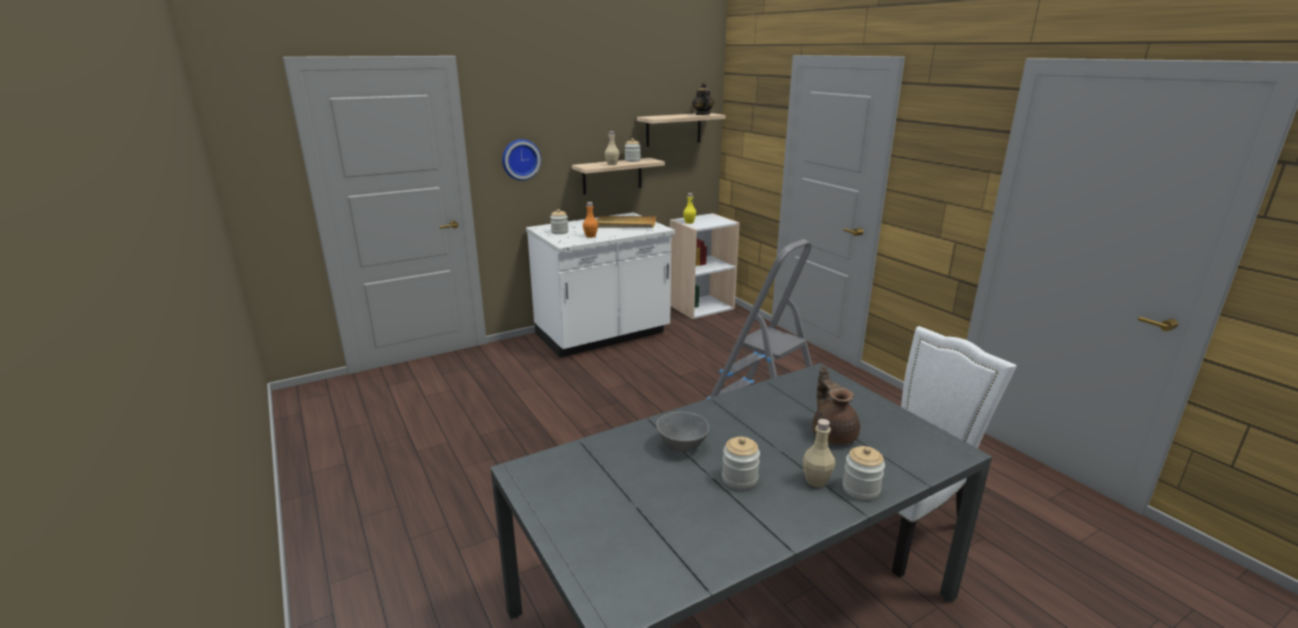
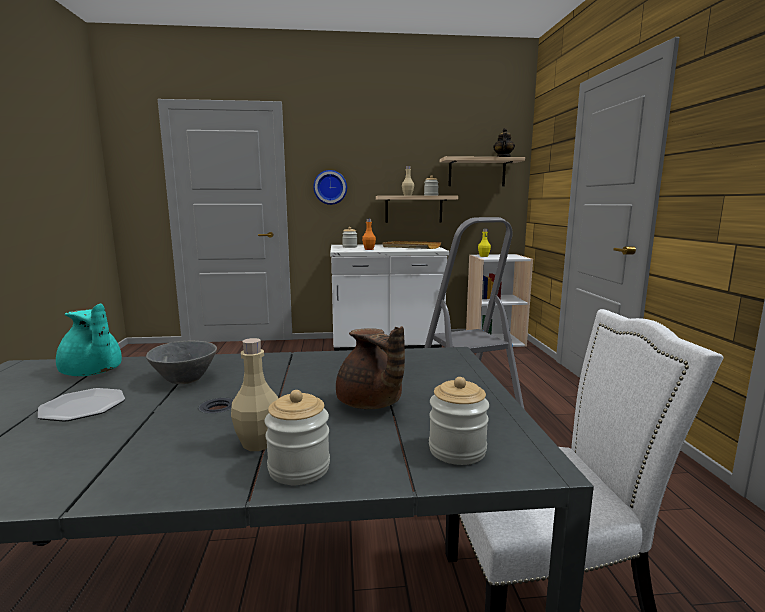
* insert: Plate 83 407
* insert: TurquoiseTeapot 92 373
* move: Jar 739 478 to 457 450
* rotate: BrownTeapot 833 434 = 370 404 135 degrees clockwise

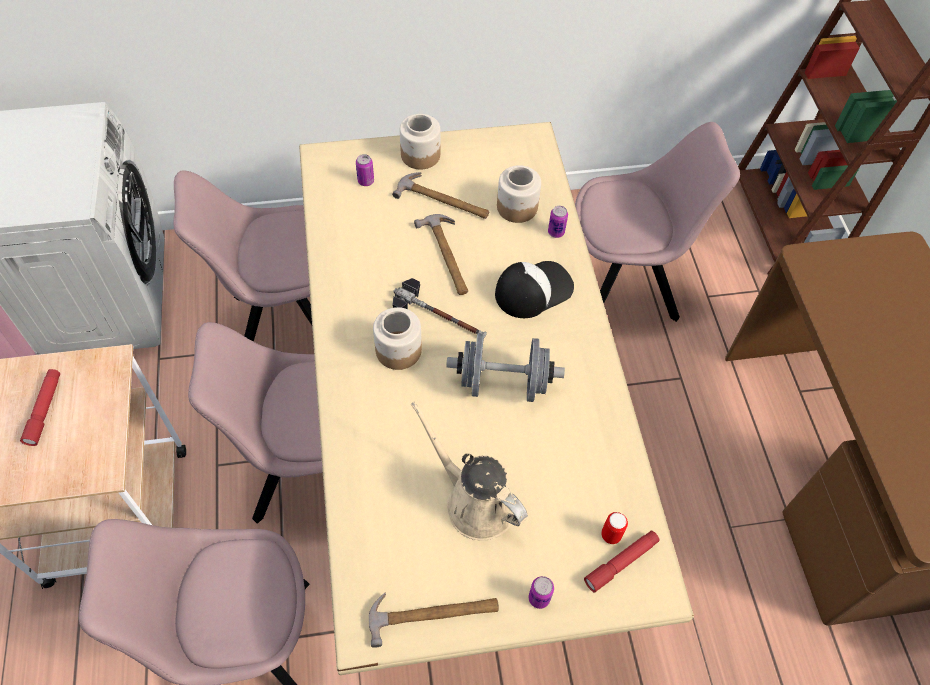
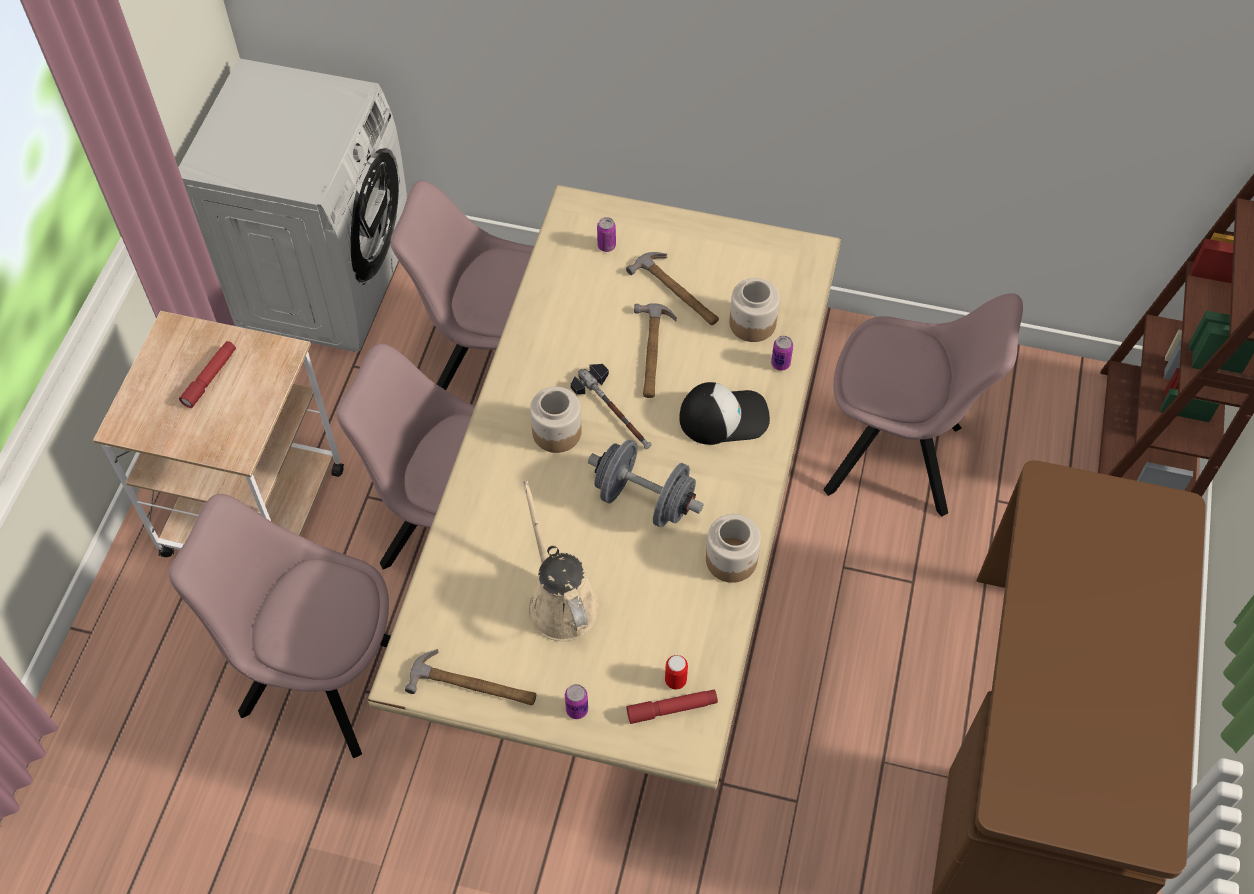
* move: Jar 421 155 to 732 560

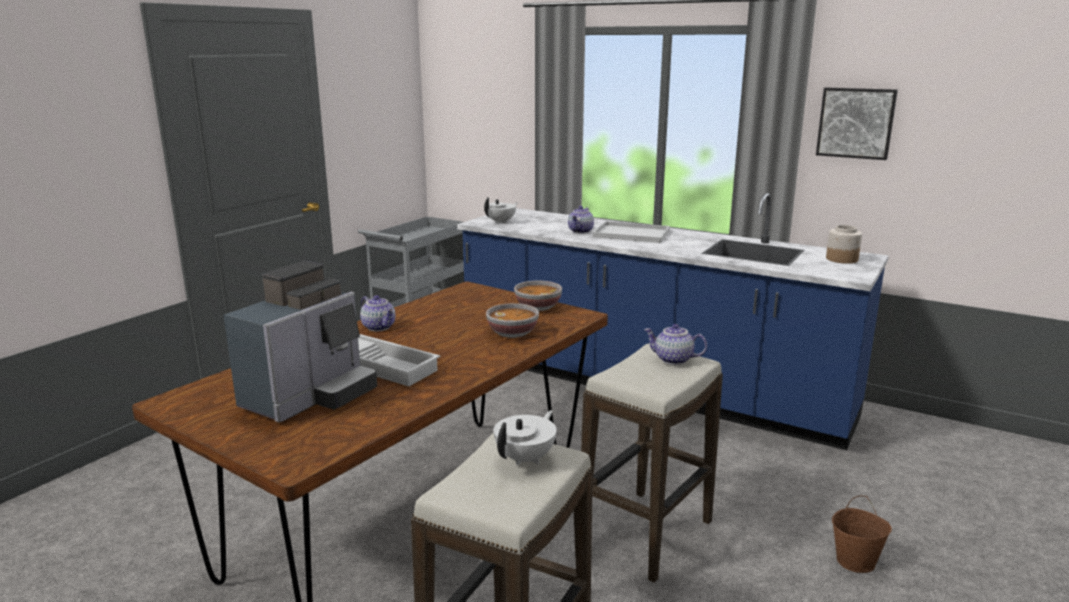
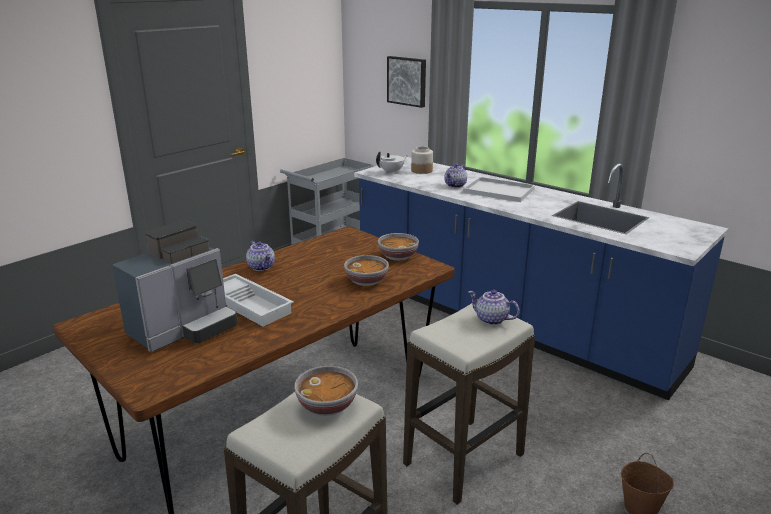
* move: Picture 856 123 to 407 81
* move: Jar 841 259 to 421 170
* replace: WhiteTeapot 526 458 to Bowl 328 405

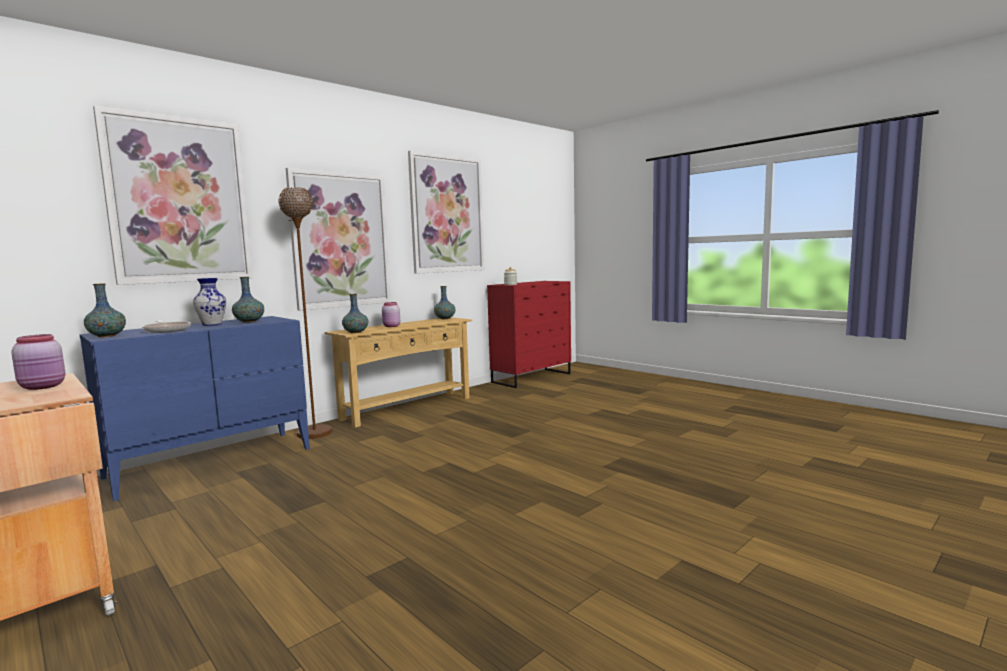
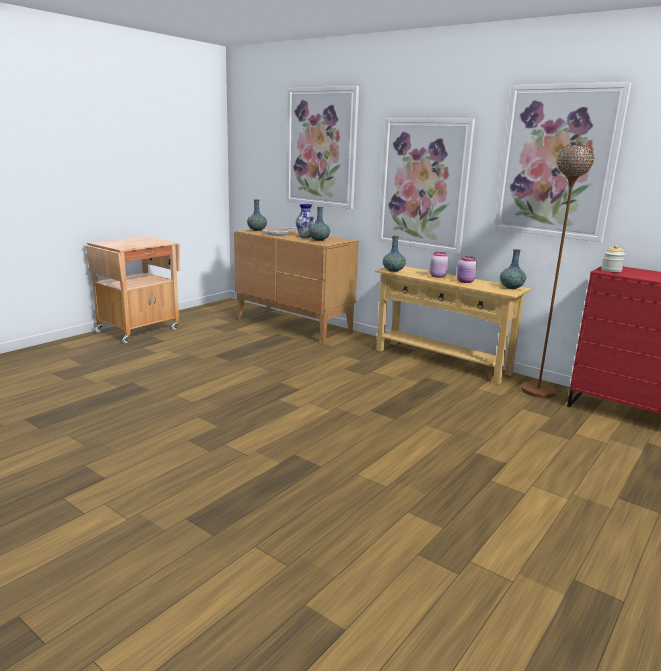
* move: PinkJar 43 387 to 465 281
* move: BrownFloorLamp 314 433 to 537 391
* recolor: BlueCabinet 212 462 to BrownCabinet 293 325

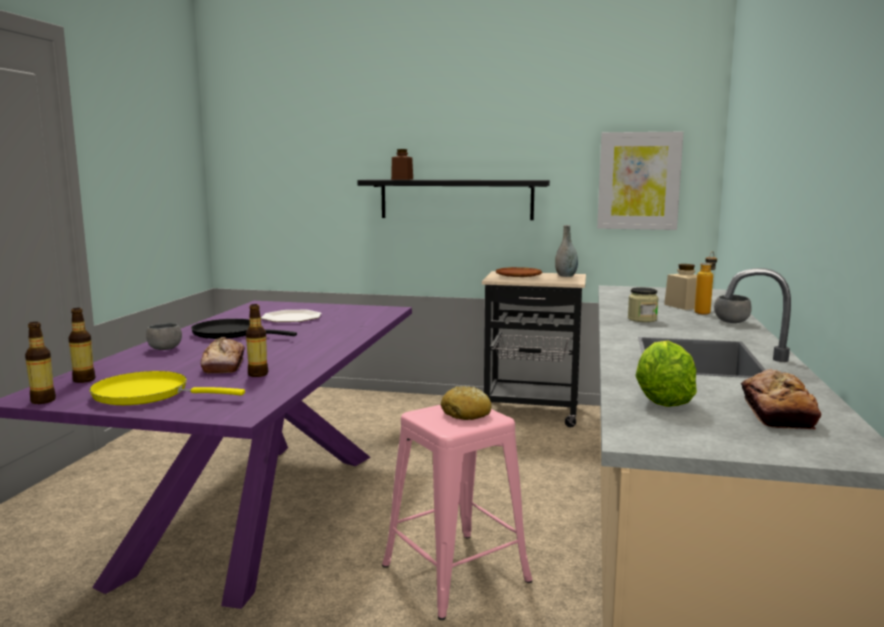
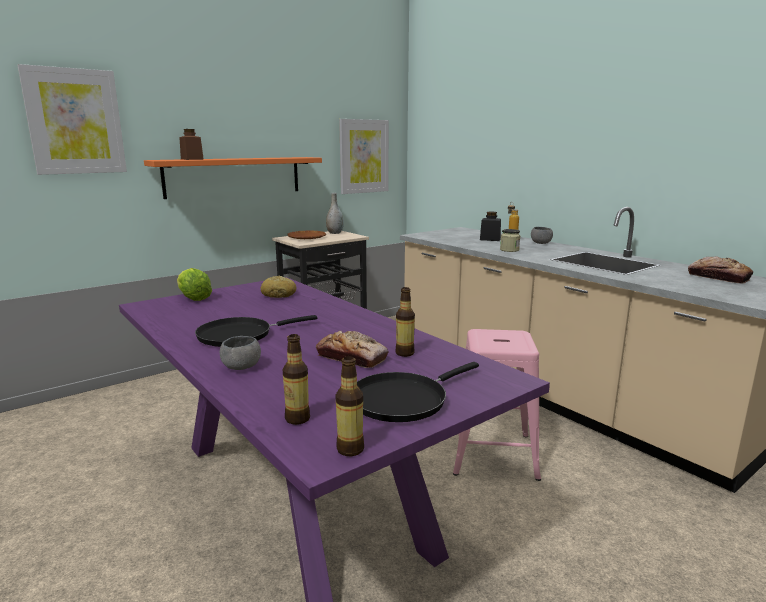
* delete: Plate 292 318
* insert: Picture 75 122
* move: Bread 466 414 to 279 295
* move: Lettuce 662 399 to 193 298
* recolor: YellowFryingPan 147 394 to BlackFryingPan 403 400
* recolor: BlackShelf 456 199 to OrangeShelf 234 176
* recolor: BeigeJar 683 306 to BlackJar 490 239

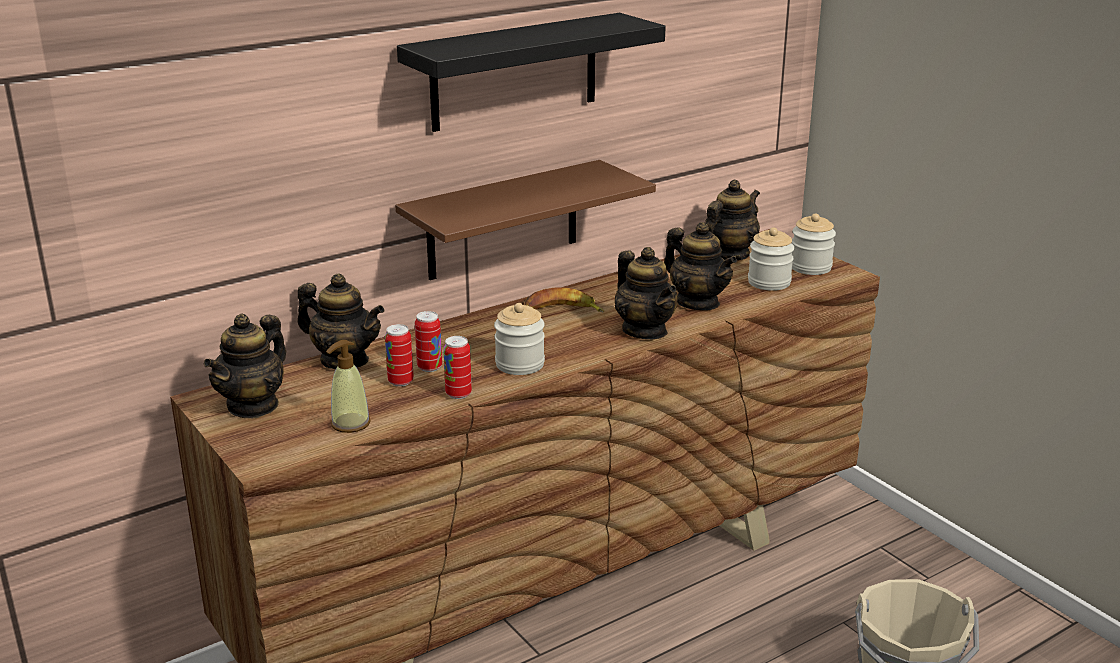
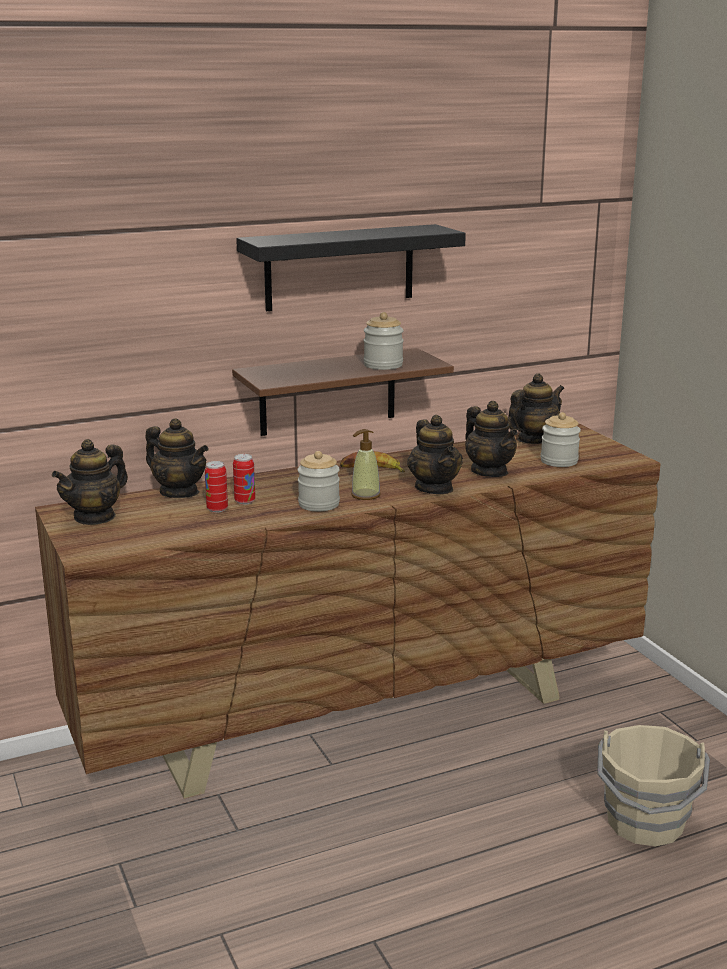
* delete: Can 458 394
* move: SoapDispenser 350 424 to 365 495
* move: Jar 810 267 to 383 365

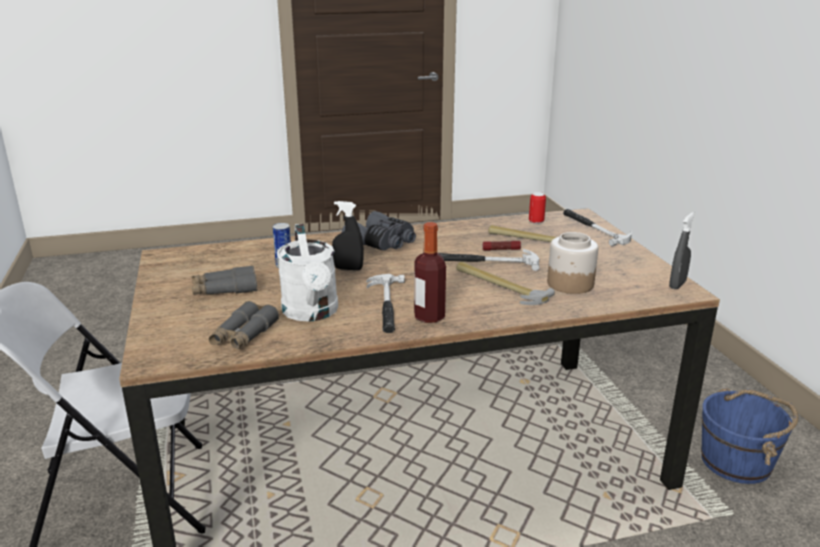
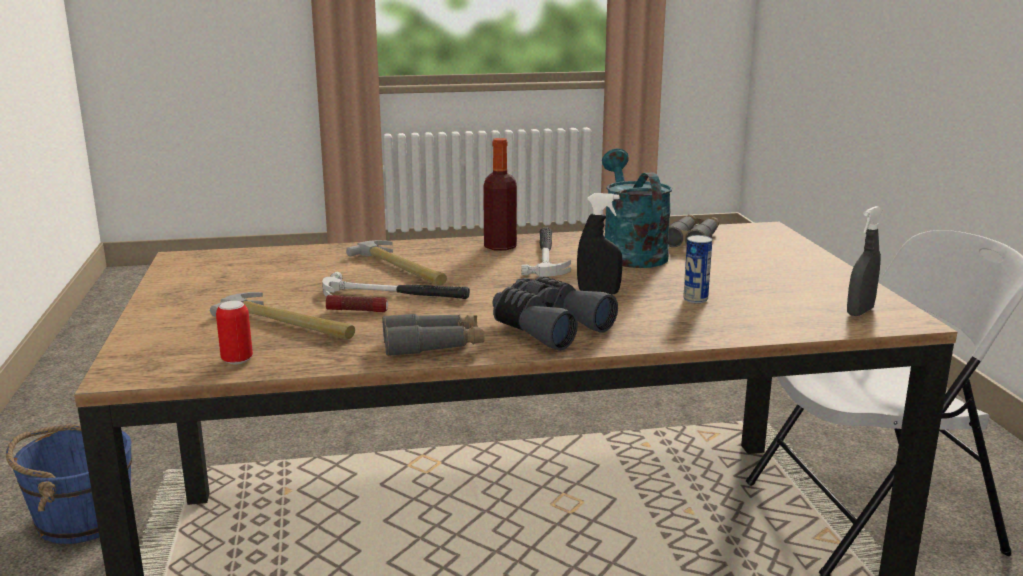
* delete: Jar 569 284
* delete: Hammer 594 229
* move: GreyBinoculars 225 289 to 433 345
* move: GreySprayBottle 677 285 to 860 312
* recolor: WhiteWateringCan 312 313 to TurquoiseWateringCan 630 252

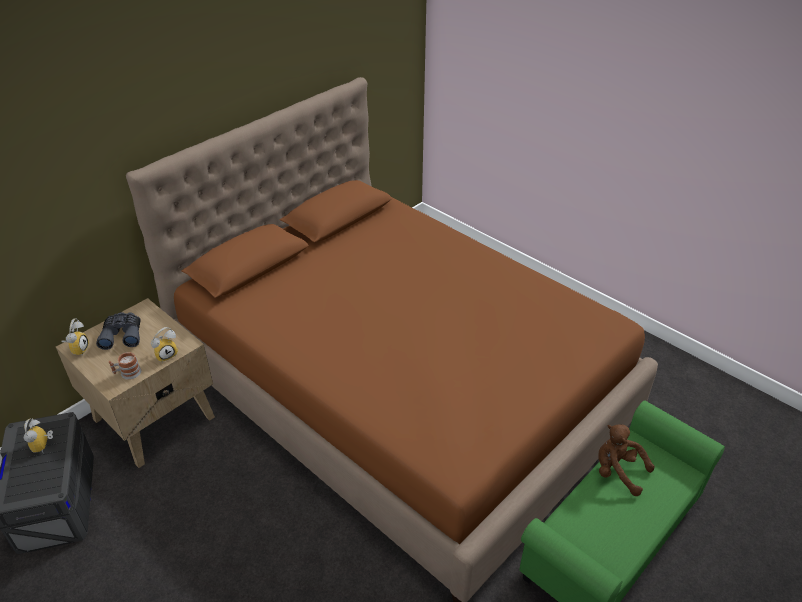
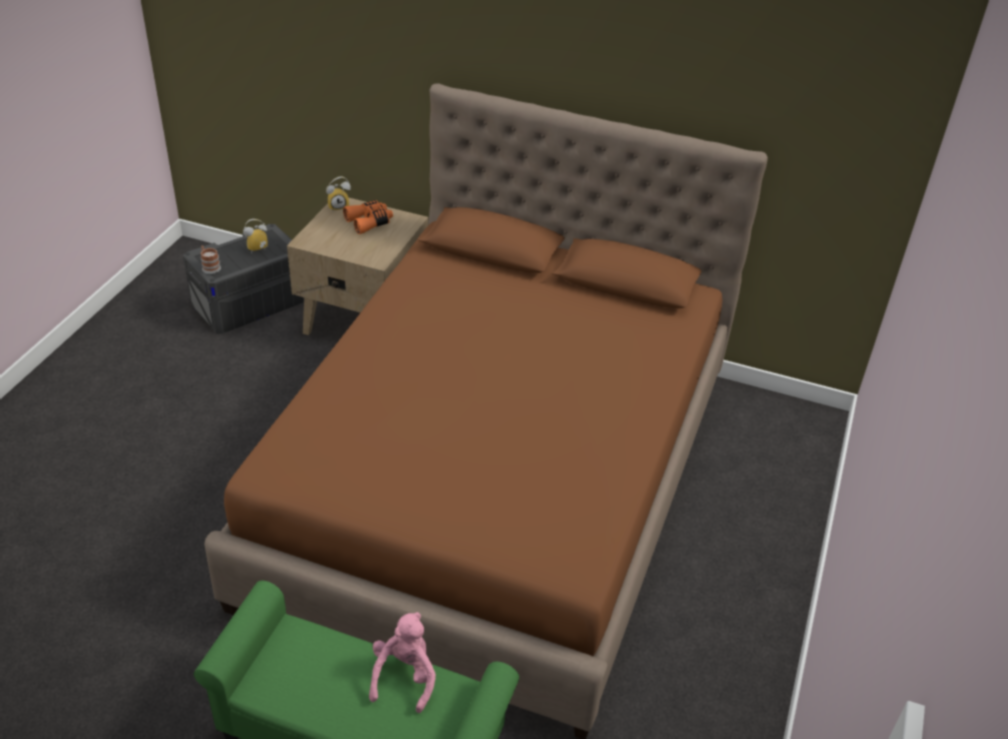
* delete: AlarmClock 166 354
* move: Mug 127 373 to 210 267
* recolor: GreyBinoculars 122 335 to OrangeBinoculars 369 222
* recolor: BrownPlushToy 617 471 to PinkPlushToy 404 677

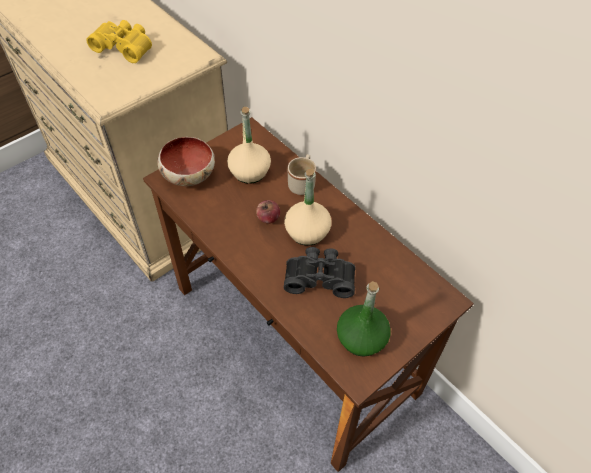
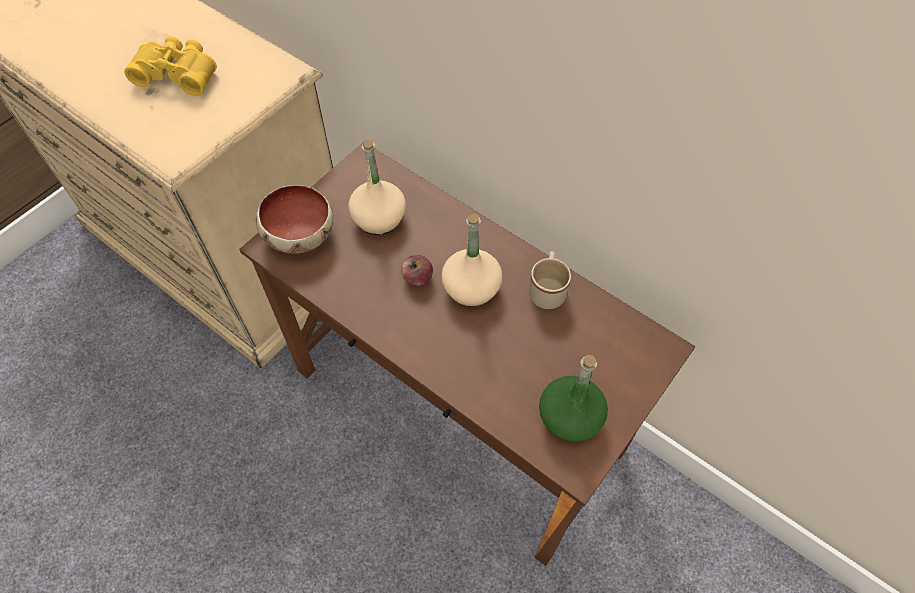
* delete: BlackBinoculars 319 277
* move: BeigeMug 302 183 to 547 290

